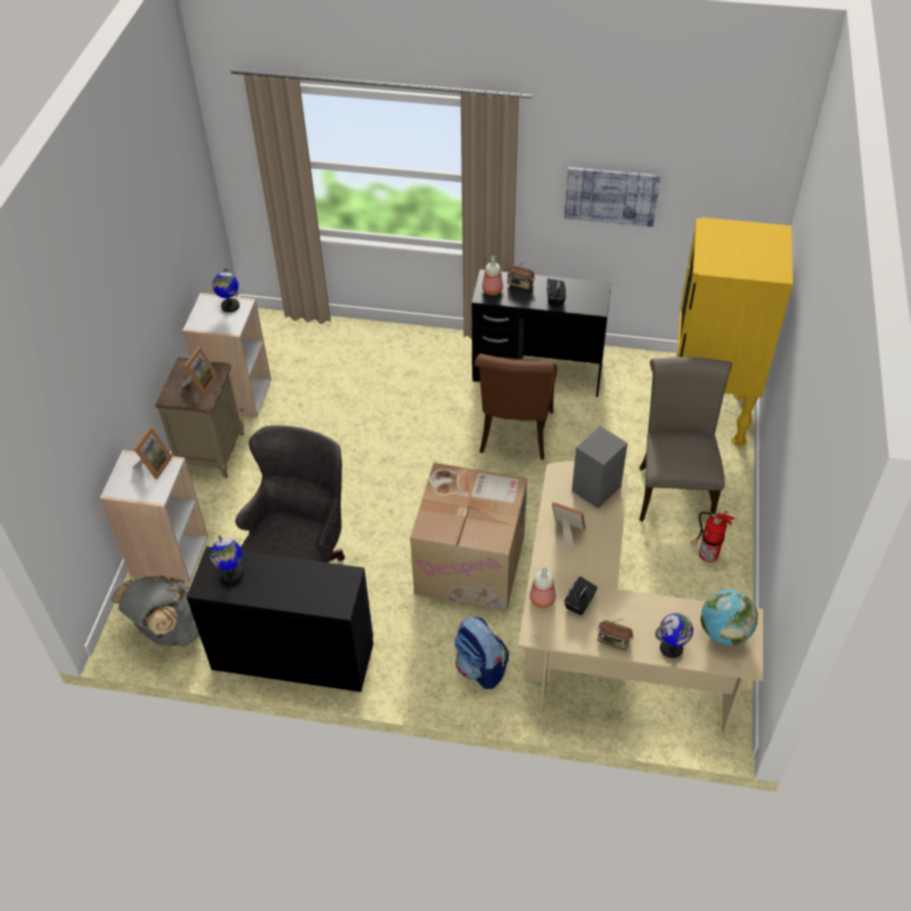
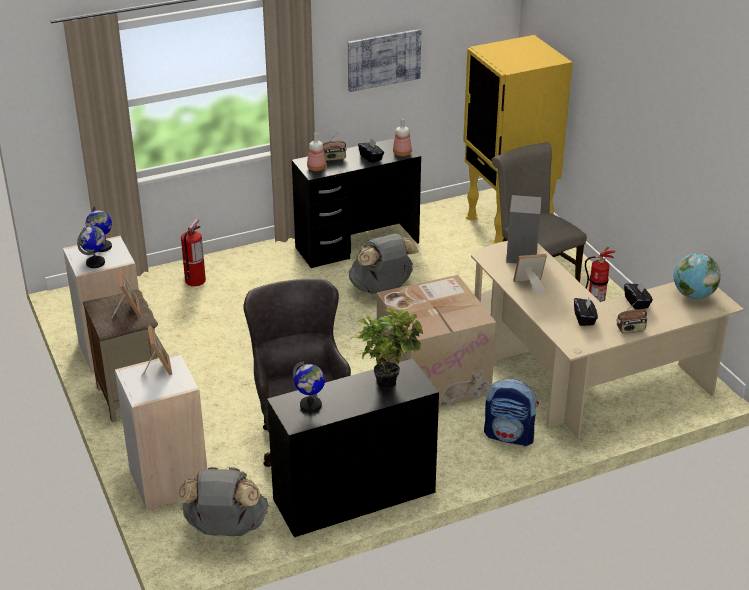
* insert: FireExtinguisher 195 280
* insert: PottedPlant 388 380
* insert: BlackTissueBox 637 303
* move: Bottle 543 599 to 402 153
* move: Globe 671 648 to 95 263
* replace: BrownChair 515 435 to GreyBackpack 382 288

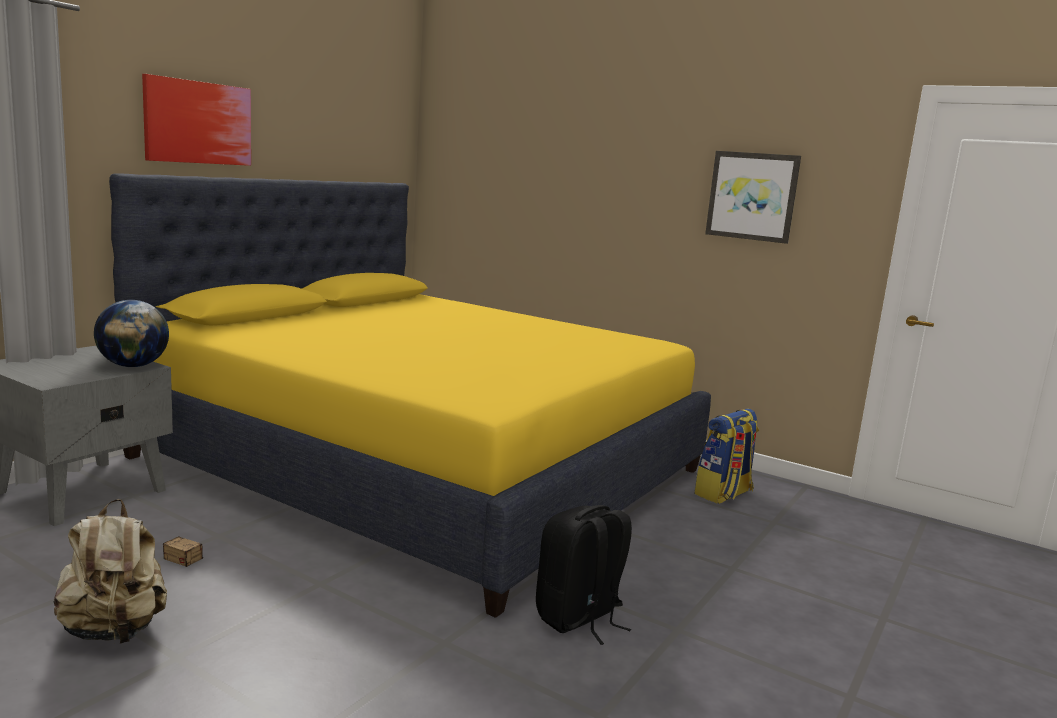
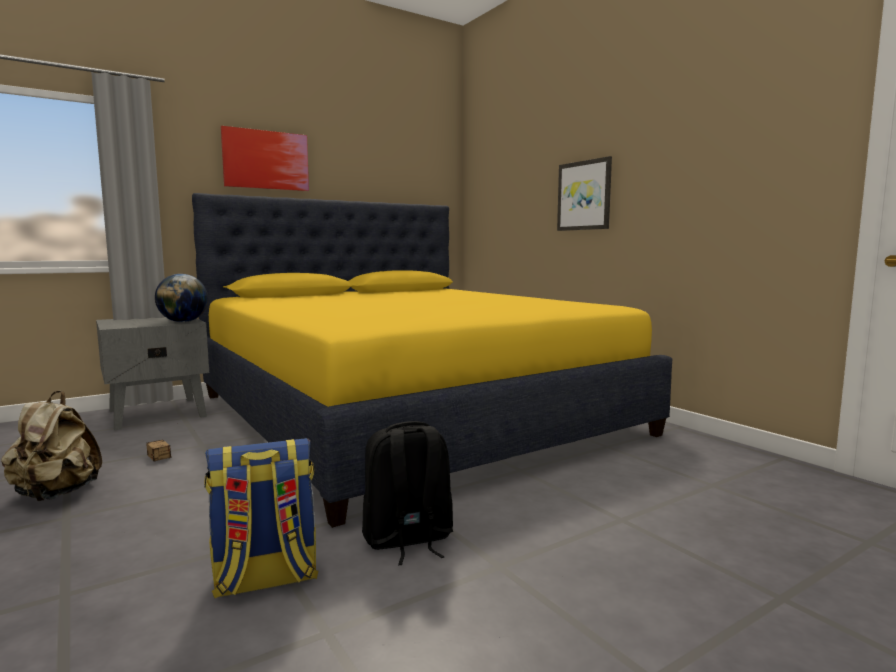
* move: Backpack 724 494 to 265 579
* move: Picture 752 196 to 584 195

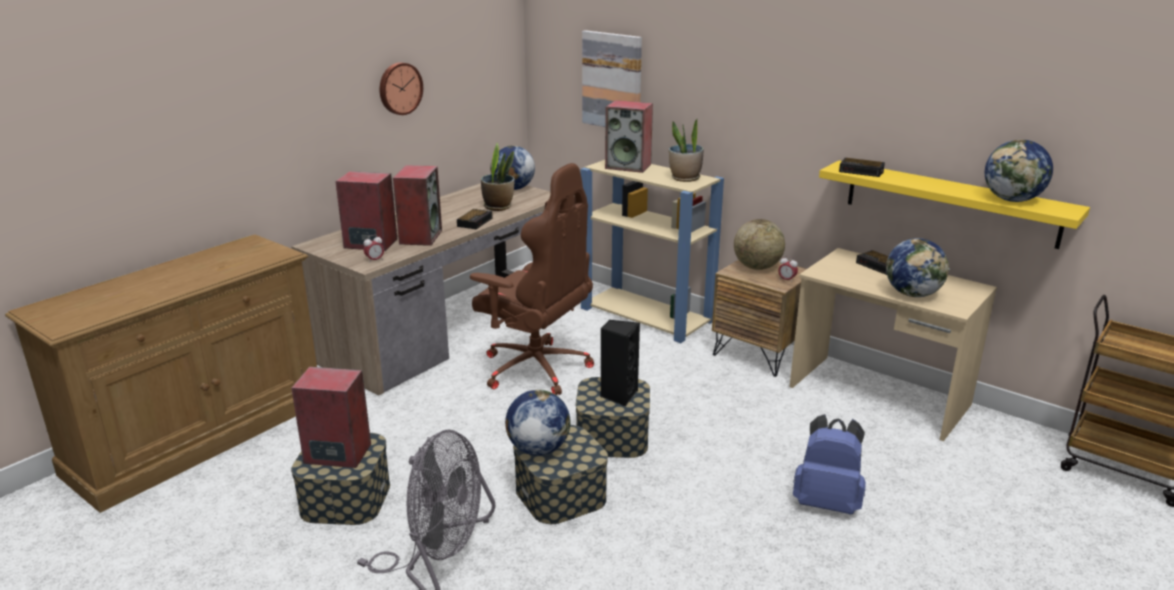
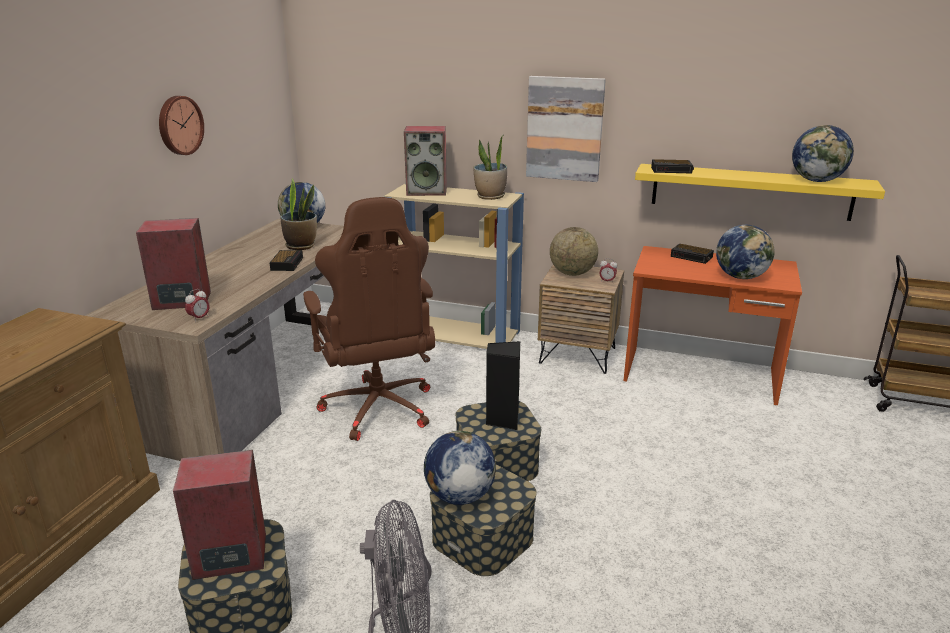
* delete: Speaker 420 237
* delete: BlueBackpack 827 502
* move: Picture 612 81 to 564 129
* recolor: BeigeDesk 878 396 to OrangeDesk 700 375
* rotate: BrownOfficeChair 534 369 = 378 407 60 degrees clockwise

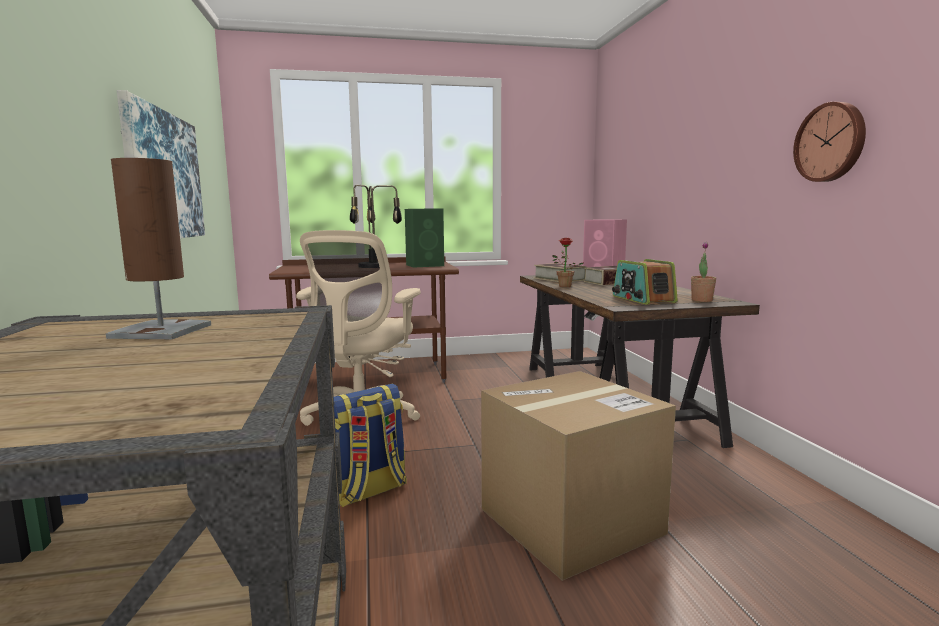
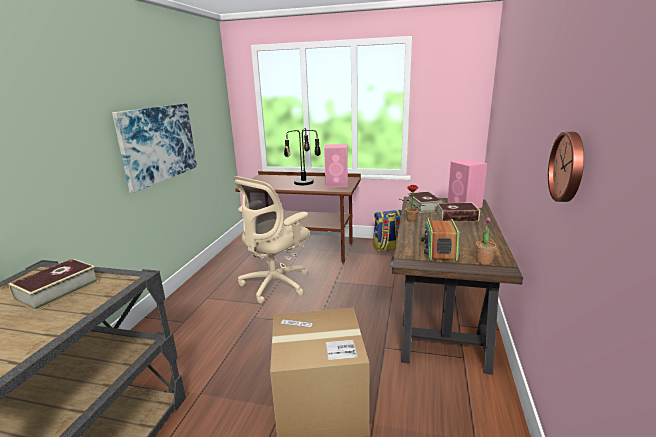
* move: Backpack 368 491 to 388 248
* replace: BrownTableLamp 161 331 to Book 58 291
* recolor: GreenSpeaker 426 265 to PinkSpeaker 337 184

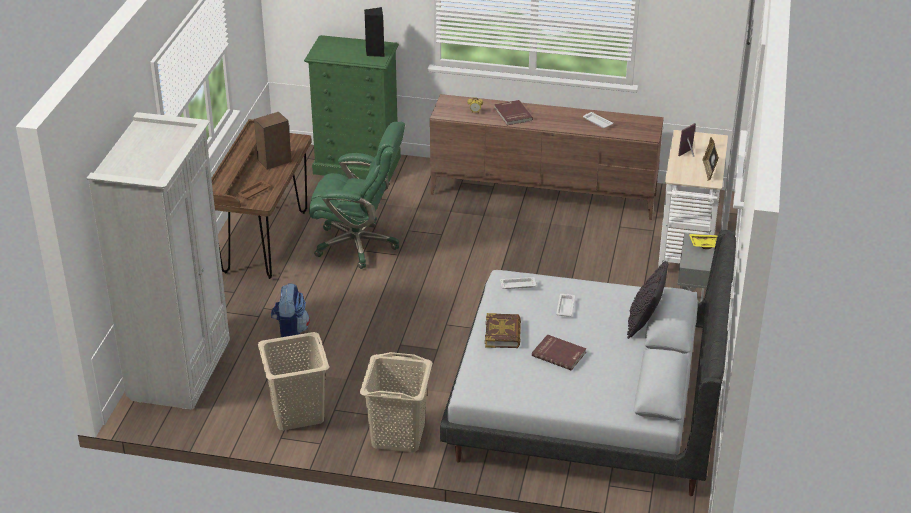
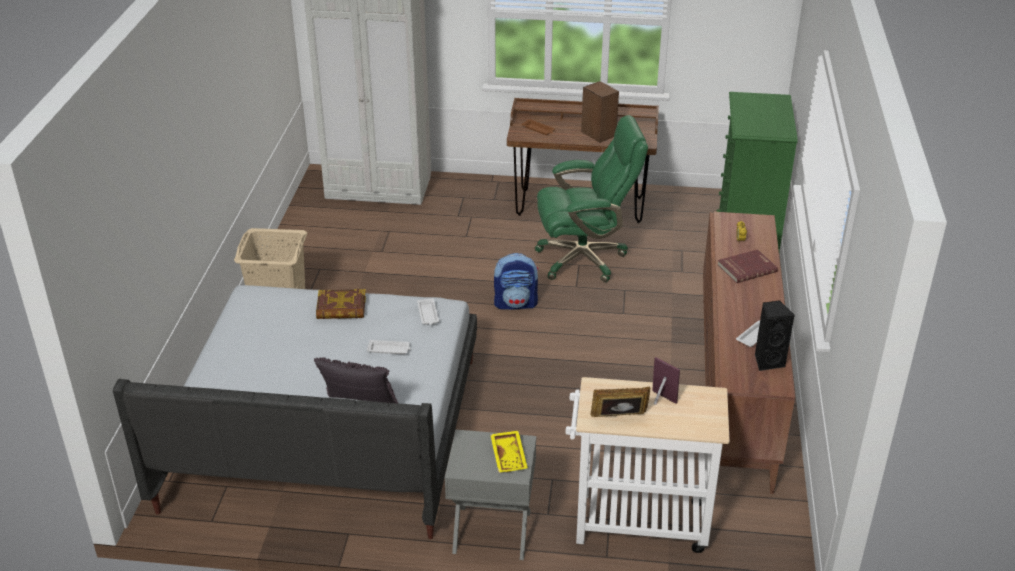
* delete: BeigeLaundryBasket 298 413
* delete: RedBook 559 354
* move: Backpack 290 332 to 516 303
* move: BlackSpeaker 375 52 to 768 361
* rotate: GreenOfficeChair 359 247 = 585 261 105 degrees counterclockwise

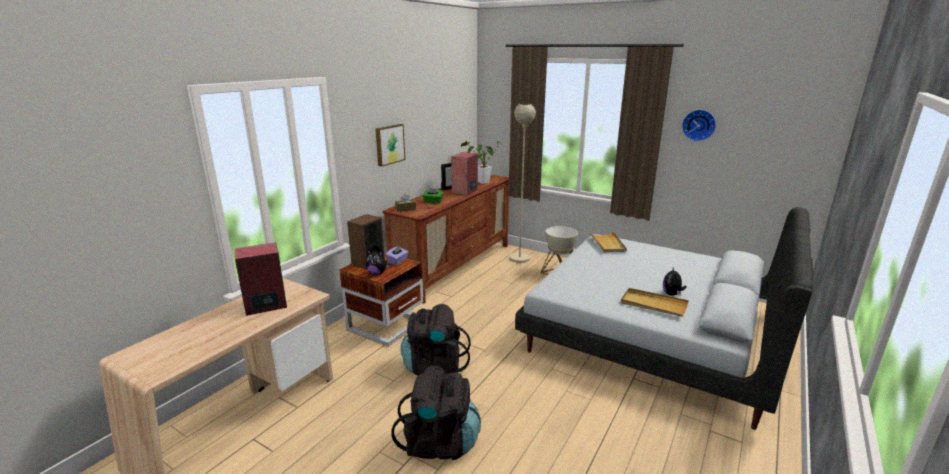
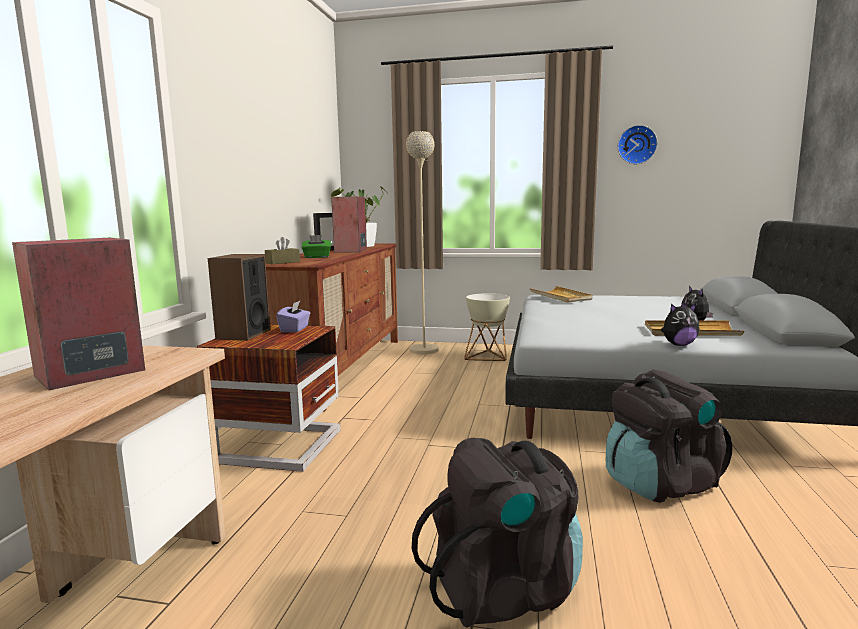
* delete: Picture 389 144
* move: PlushToy 377 273 to 678 345
* move: BlackBackpack 434 366 to 660 483

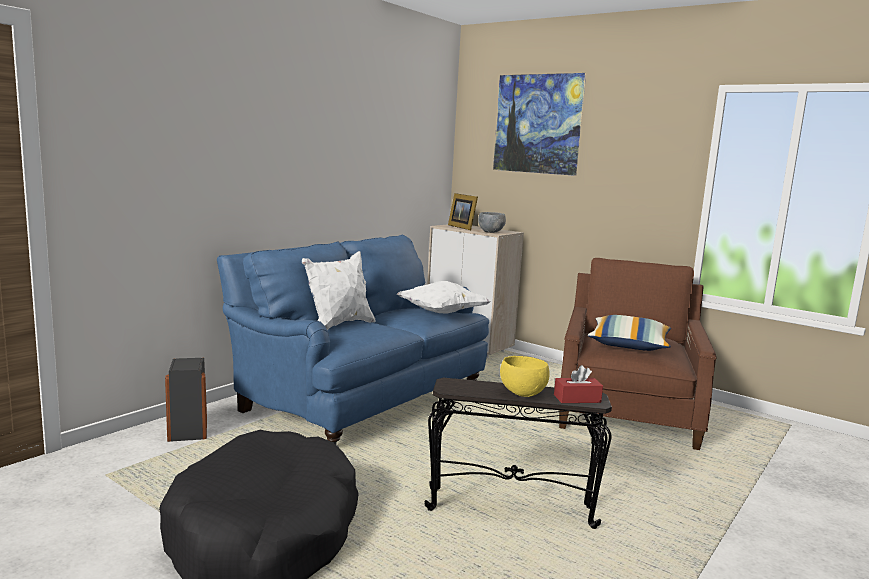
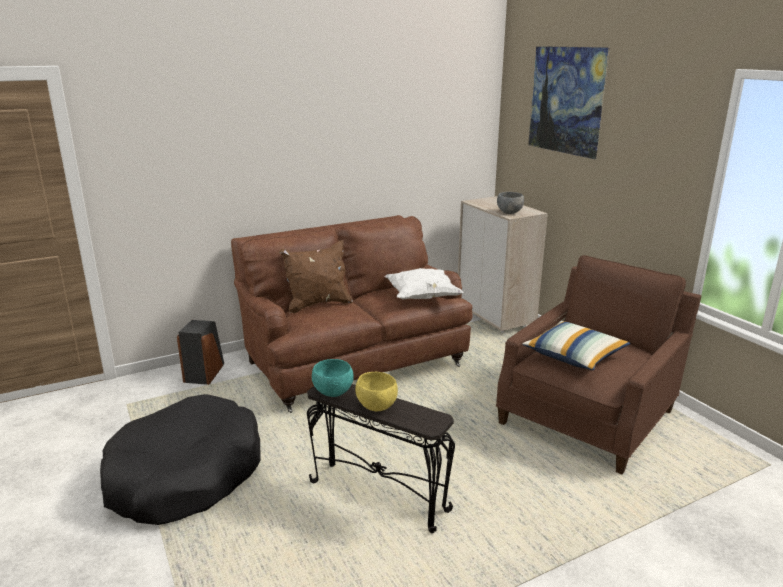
* delete: PictureFrame 462 227
* delete: RedTissueBox 577 399
* insert: TurquoiseBowl 333 392
* recolor: BlueSofa 359 395 to BrownSofa 352 360
* recolor: WhitePillow 339 325 to BrownPillow 318 305

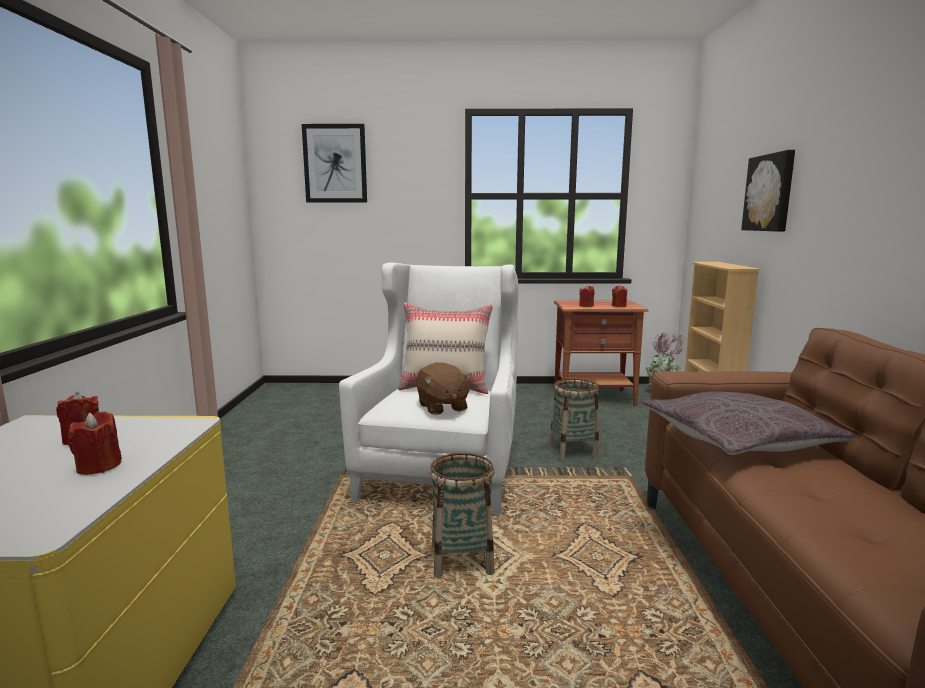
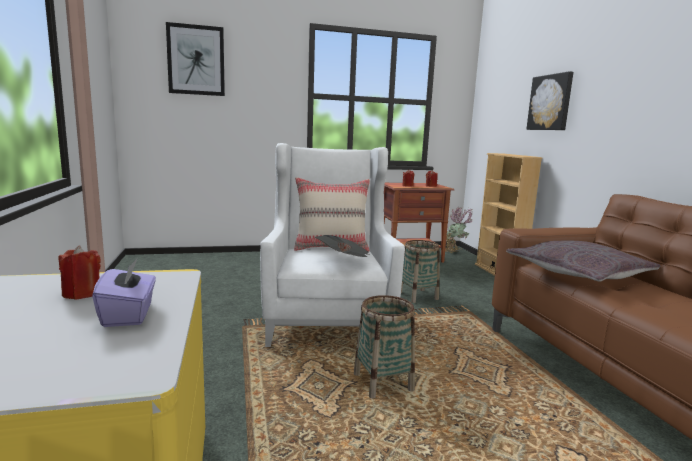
* replace: RedCandle 99 466 to PurpleTissueBox 129 315
* replace: BrownPlushToy 442 407 to Newspaper 344 262

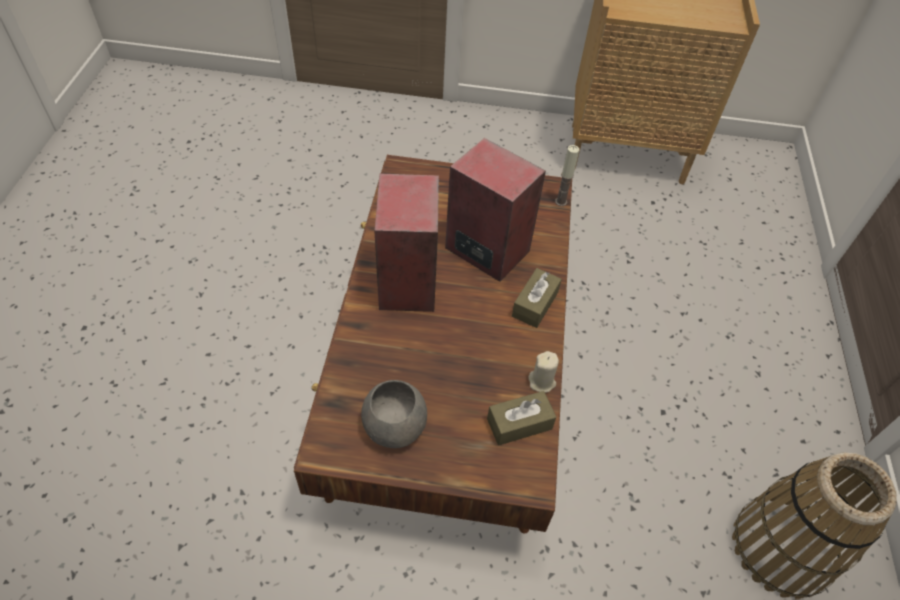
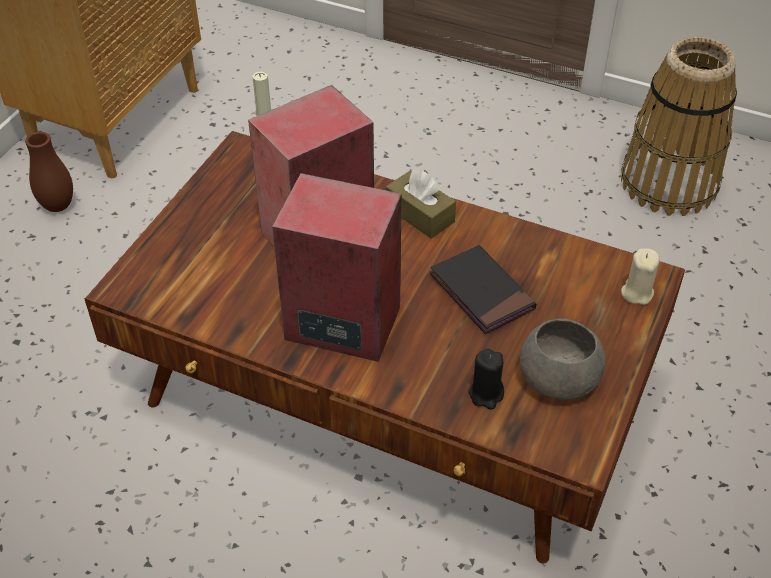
* delete: BrownTissueBox 519 424
* insert: BrownVase 58 206
* insert: BlackBook 481 292
* insert: BlackCandle 486 394
* move: BeigeCandle 542 381 to 637 292

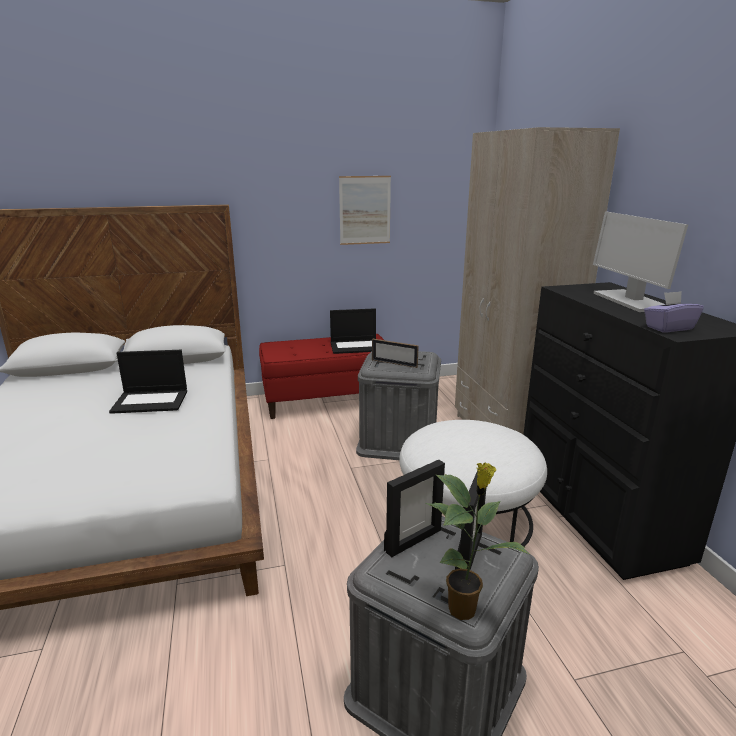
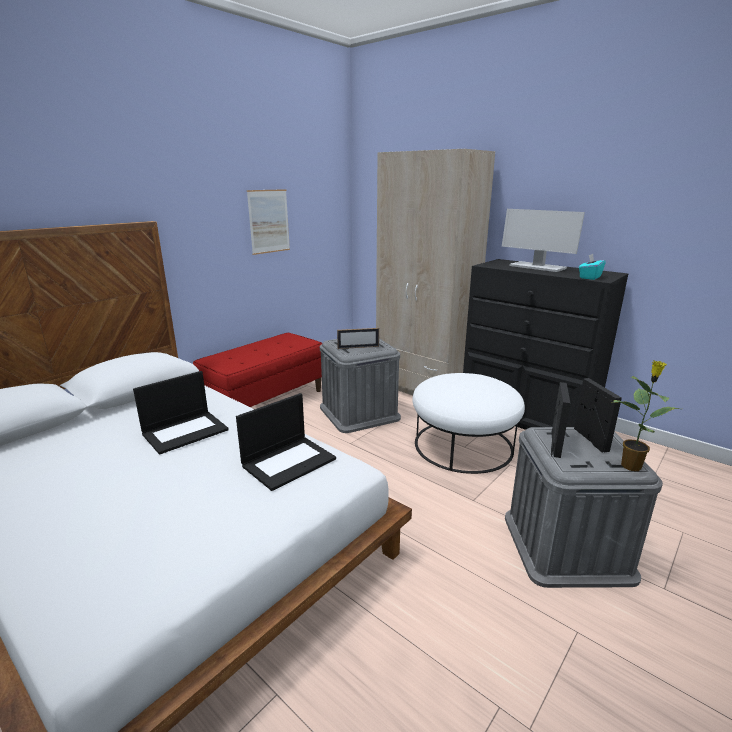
* move: Laptop 355 346 to 289 461
* recolor: PurpleTissueBox 668 328 to TurquoiseTissueBox 589 277

